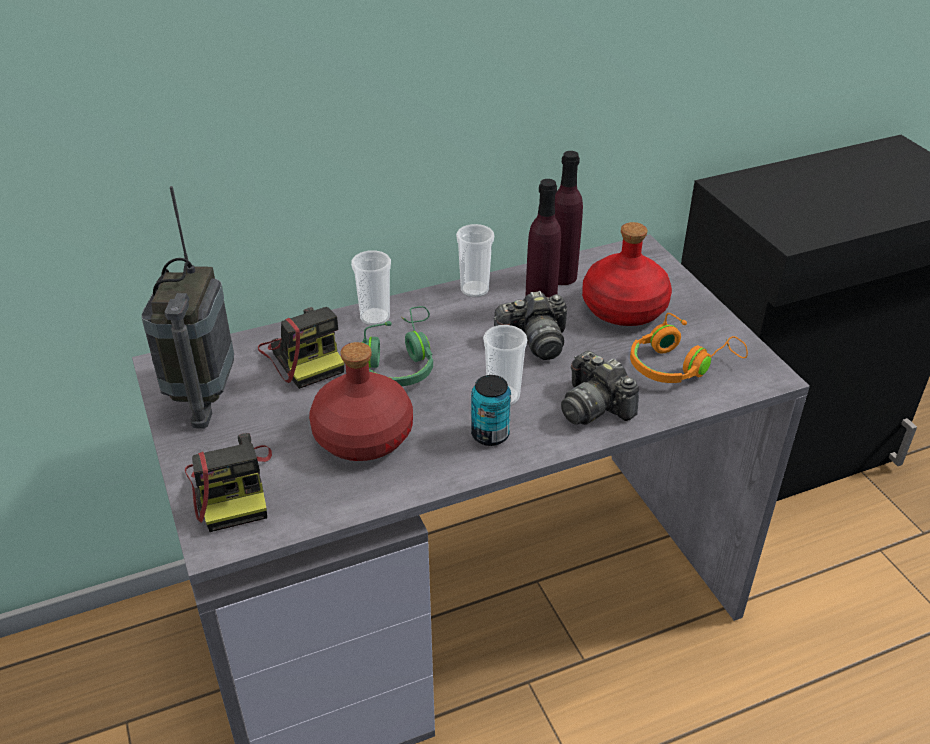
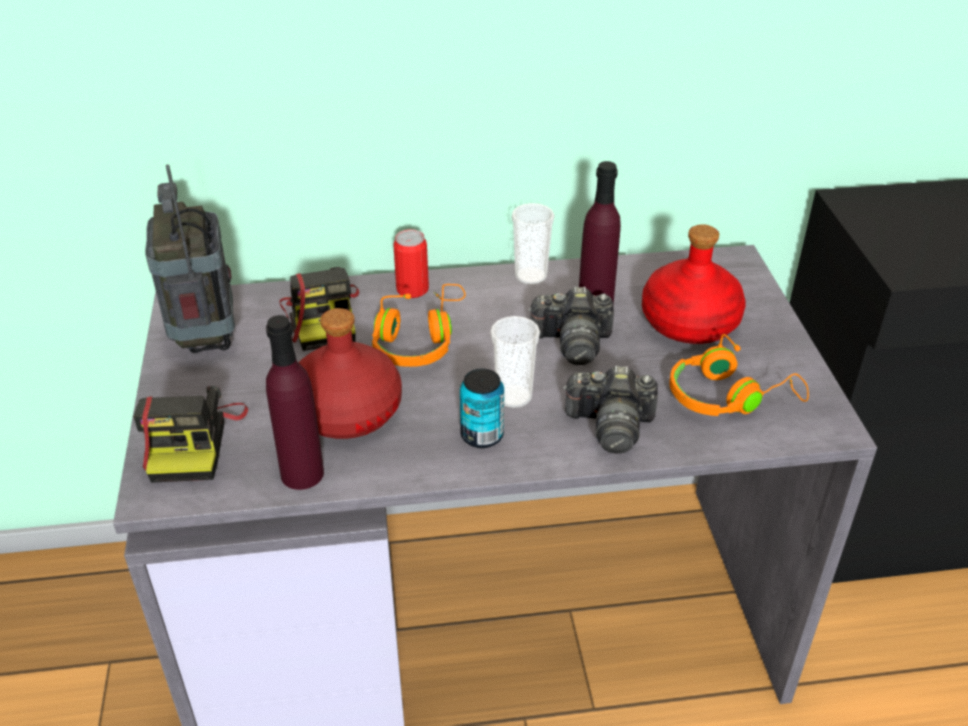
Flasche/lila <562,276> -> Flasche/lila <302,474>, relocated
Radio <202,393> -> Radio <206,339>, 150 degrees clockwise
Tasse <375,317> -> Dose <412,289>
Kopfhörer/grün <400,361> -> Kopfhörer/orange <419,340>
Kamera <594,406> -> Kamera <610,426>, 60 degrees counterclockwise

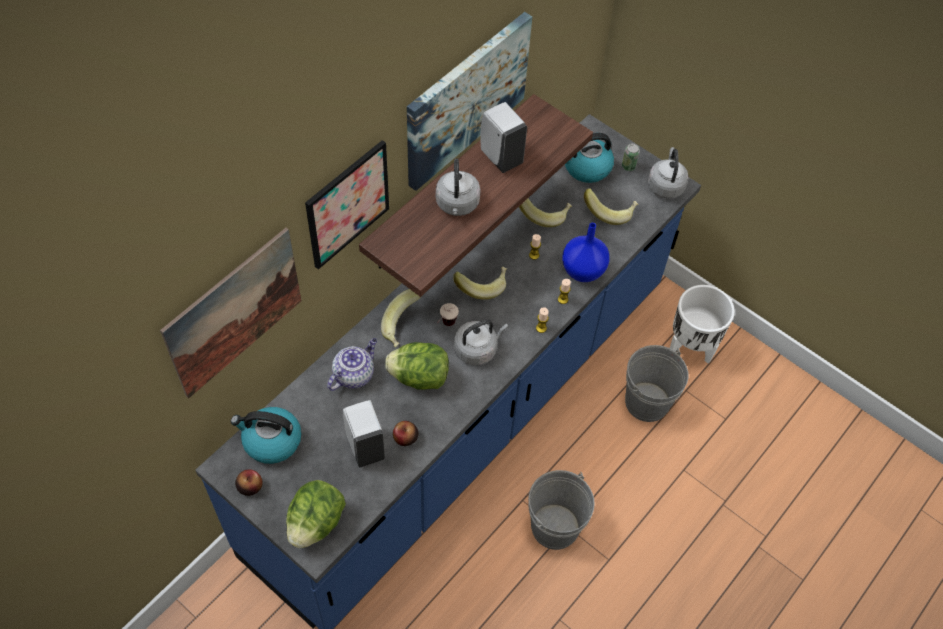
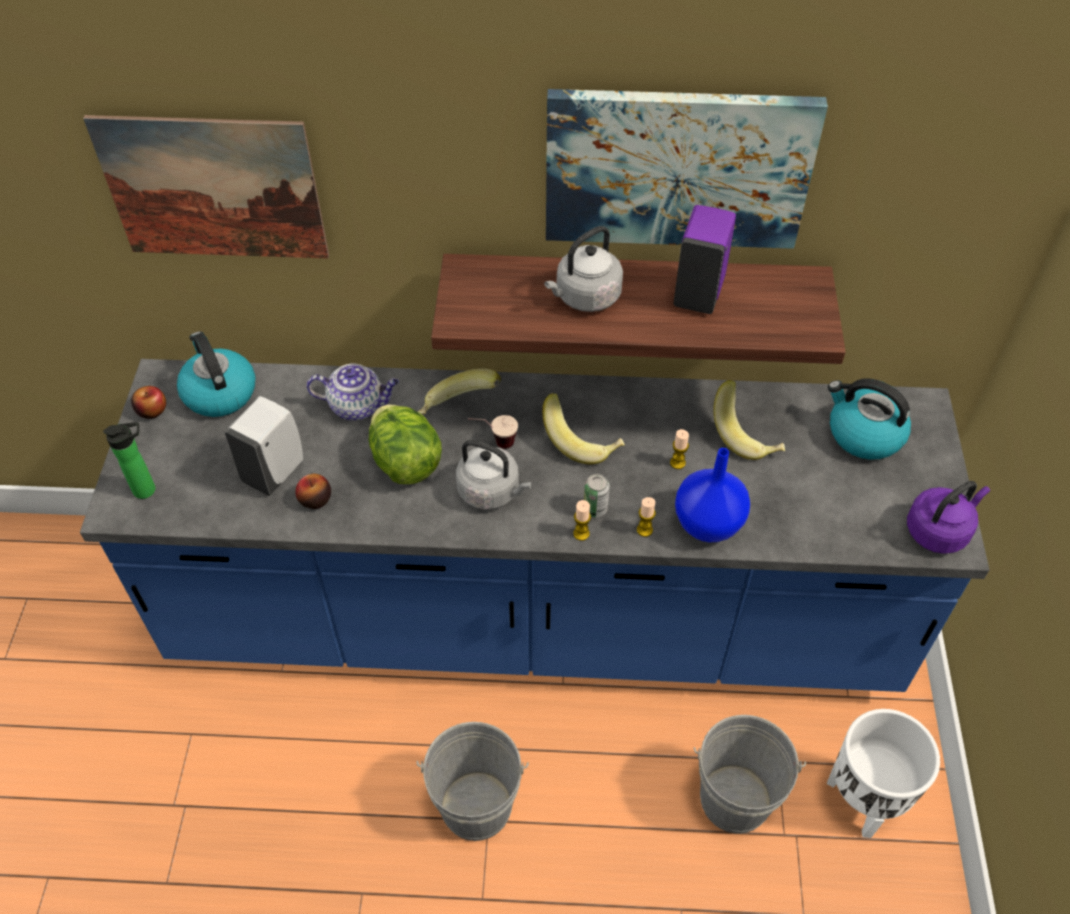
Seifenspender/weiß <500,157> -> Seifenspender/lila <699,292>
Bild <347,204> -> none
Dose <628,166> -> Dose <595,509>, relocated
Wasserkessel/grau <665,185> -> Wasserkessel/lila <939,530>
Banane <609,211> -> none
Salatkopf <316,522> -> Flasche <148,489>

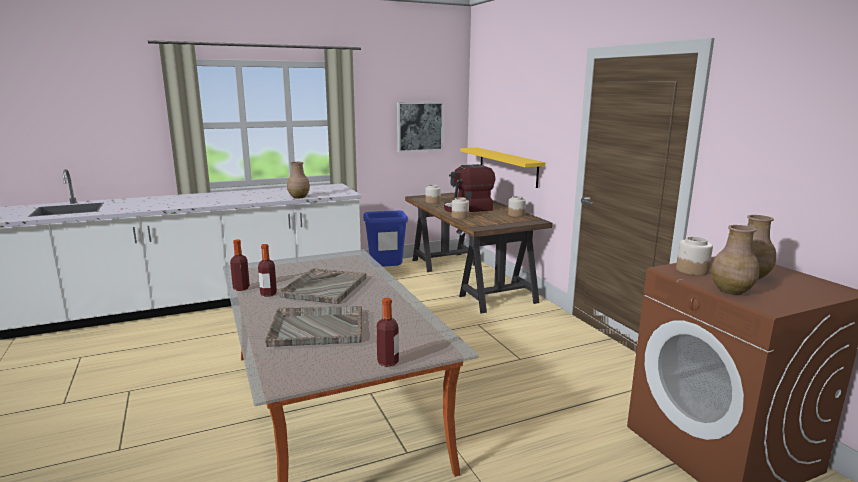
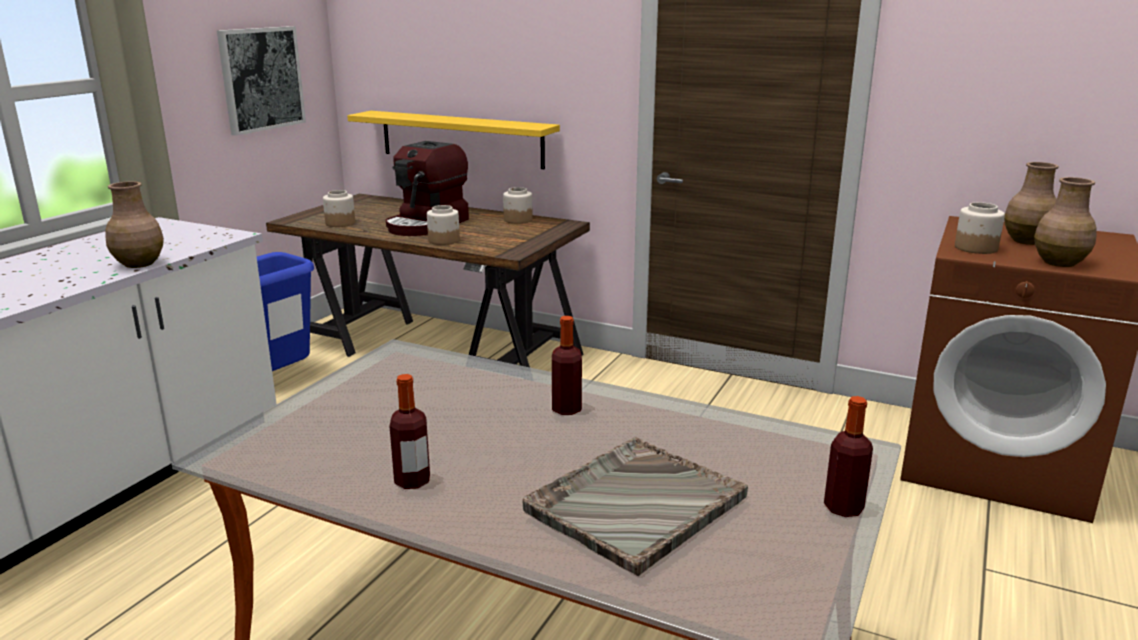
Flasche <241,288> -> Flasche <566,409>, relocated
Tablett/grau <324,287> -> none

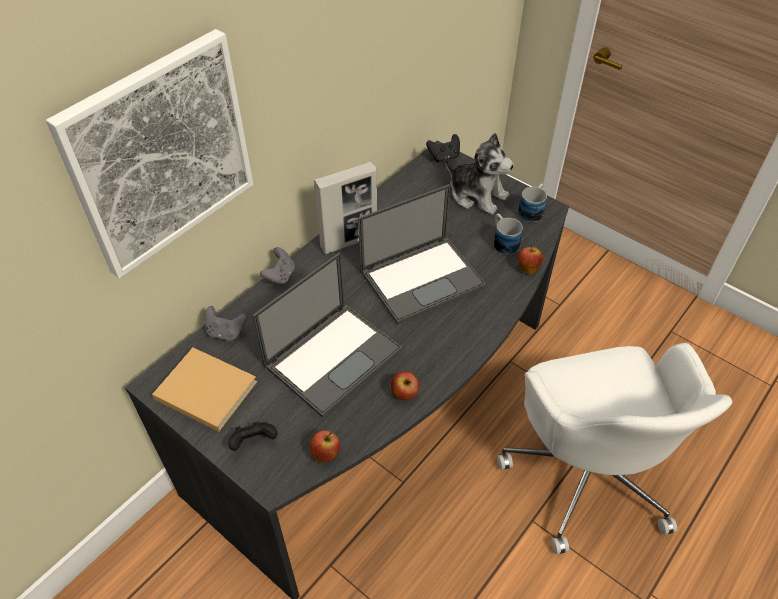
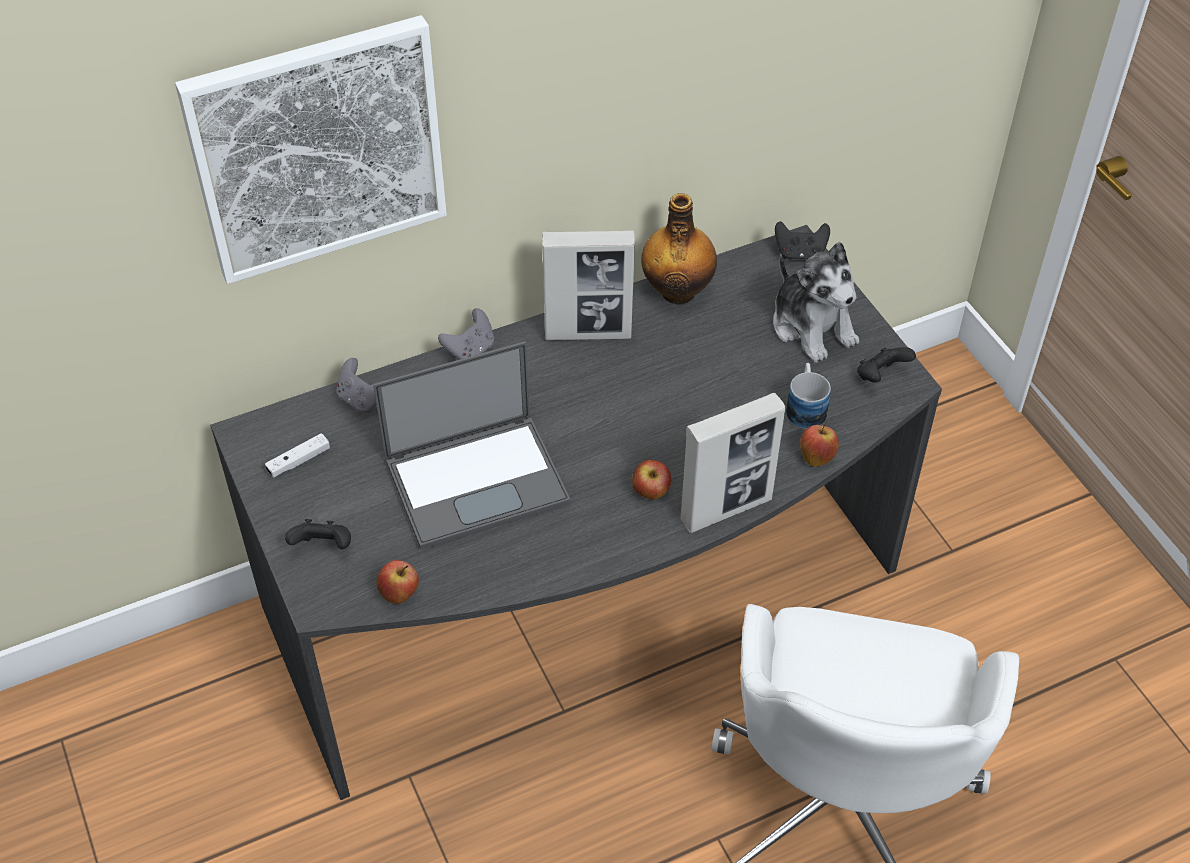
Henkelbecher <532,210> -> Gamepad/schwarz <880,376>
Laptop <423,278> -> none
Buch/beige <204,389> -> Gamepad/weiß <299,461>
Apfel <404,394> -> Apfel <651,493>, relocated
none -> Flasche <678,291>
none -> Bilderrahmen <726,509>

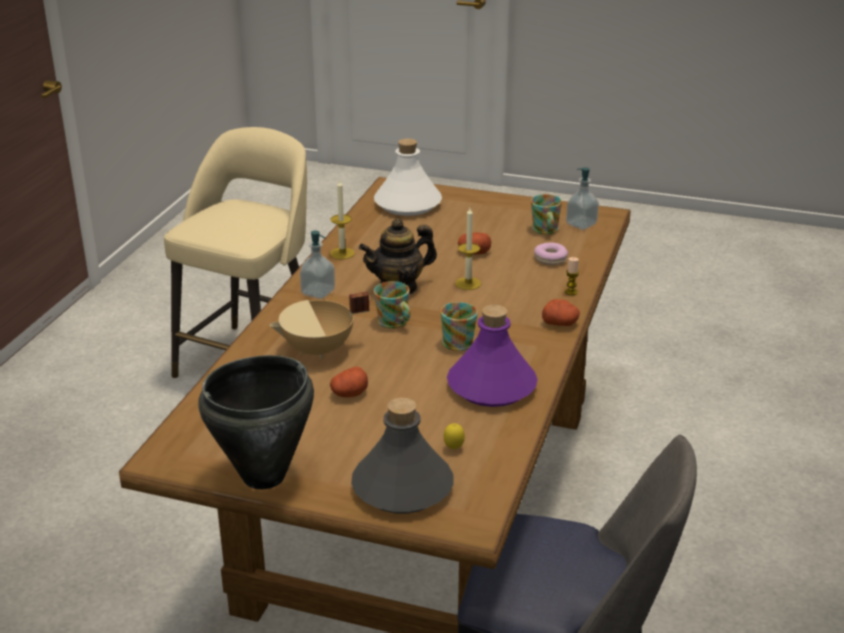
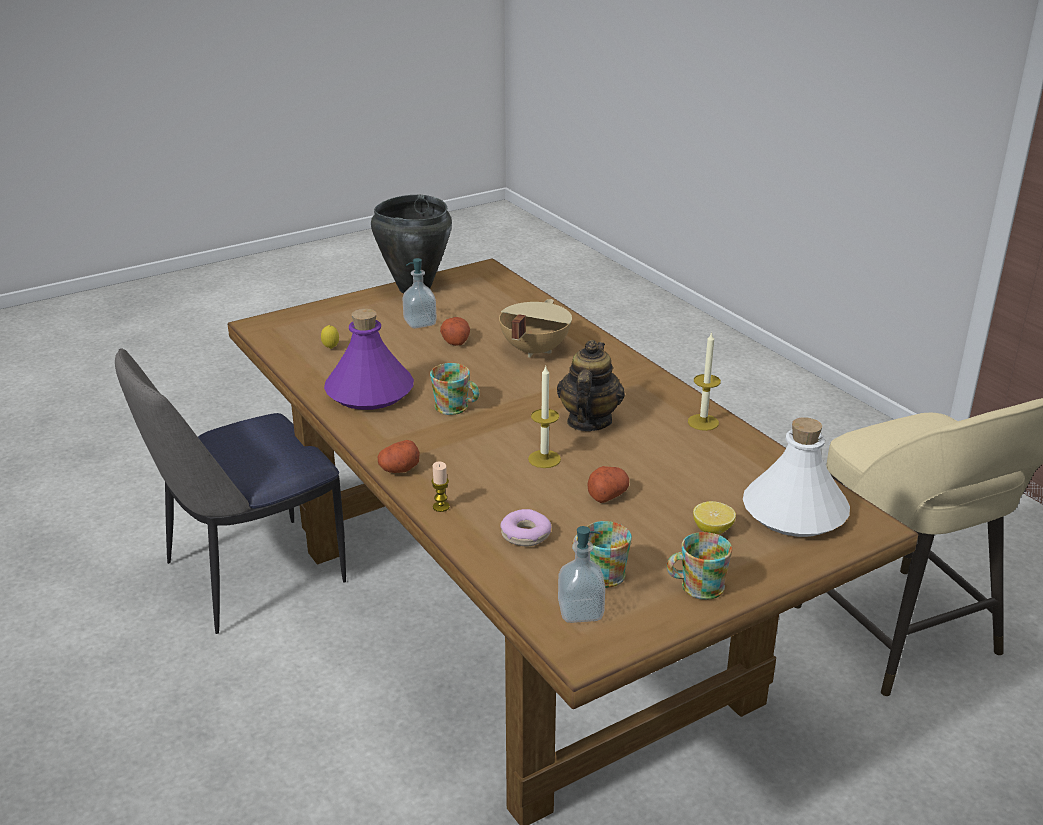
Seifenspender <318,292> -> Seifenspender <420,322>, relocated
Henkelbecher <394,323> -> Henkelbecher <696,586>, relocated
Flasche/grau <403,487> -> none
none -> Zitrone <712,529>

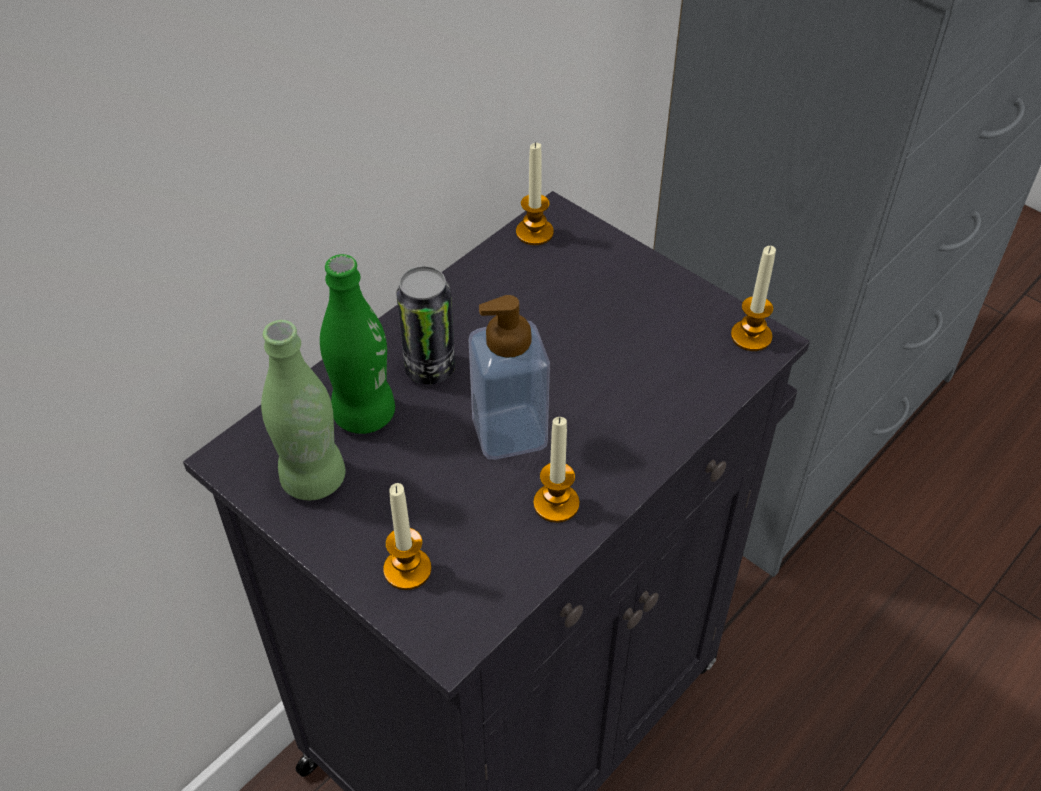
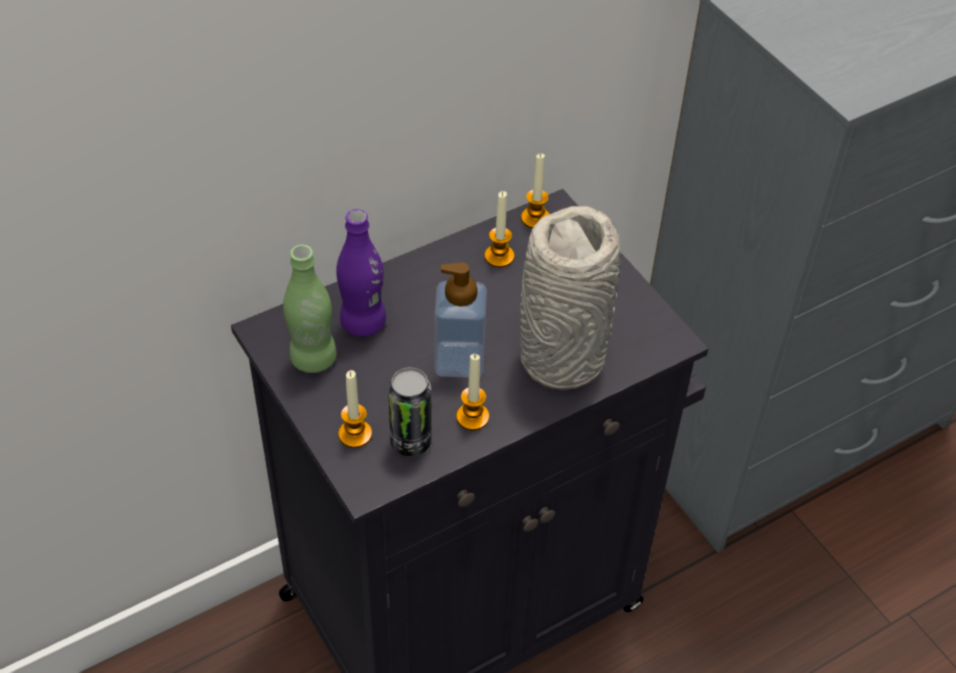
Kerze <751,336> -> Kerze <499,256>, relocated
Flasche/grün <364,414> -> Flasche/lila <363,323>
Dose <430,368> -> Dose <410,441>, relocated
none -> Vase/grau <561,358>

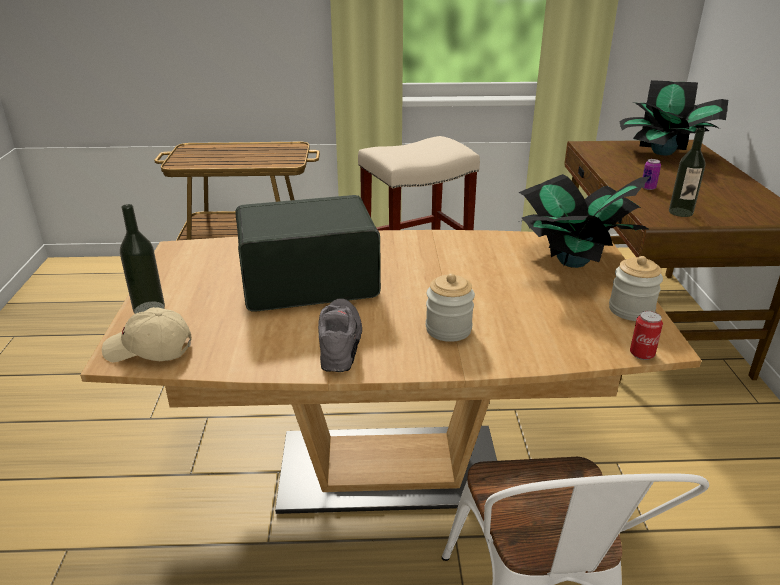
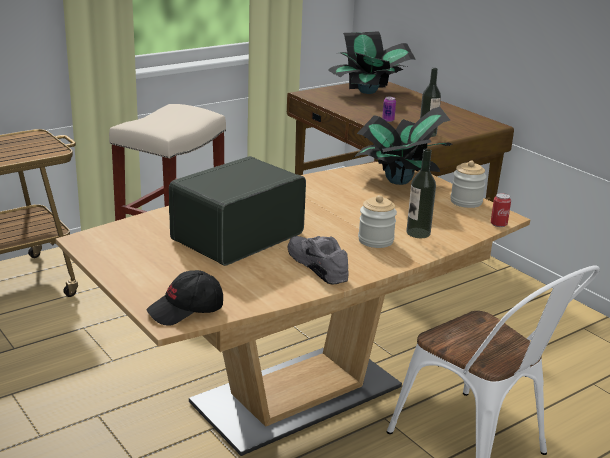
Flasche <149,309> -> Flasche <418,233>, relocated
Kappe/beige <148,350> -> Kappe/schwarz <186,310>

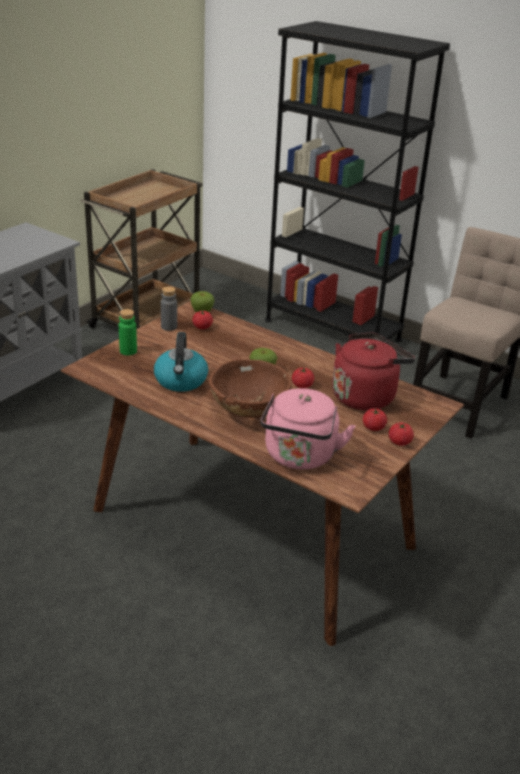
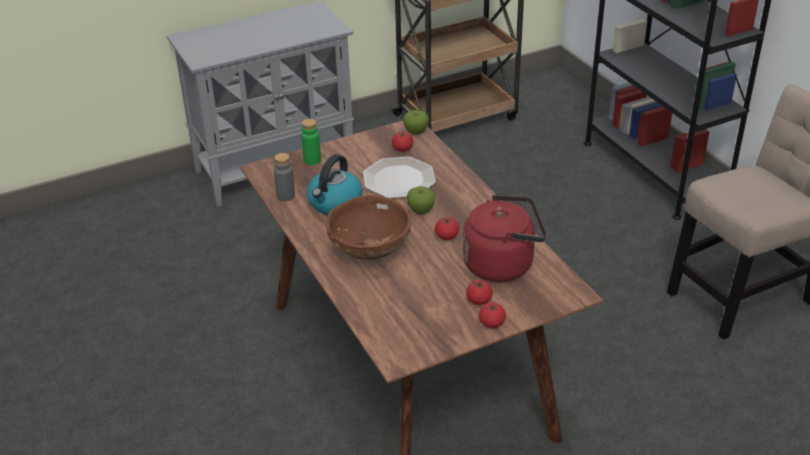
Flasche/grau <169,327> -> Flasche/grau <286,196>, relocated
Wasserkessel/rosa <299,457> -> none
none -> Teller <399,179>

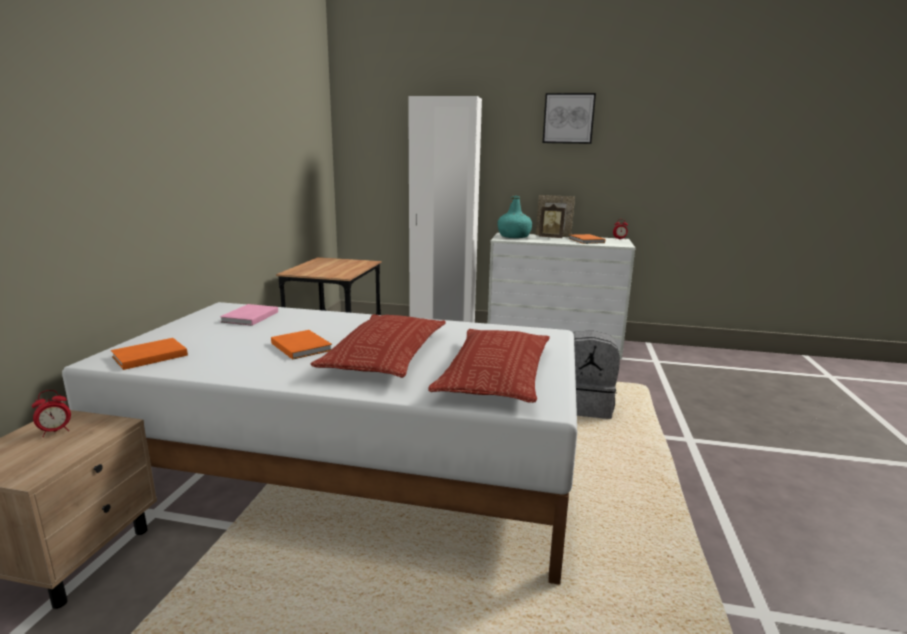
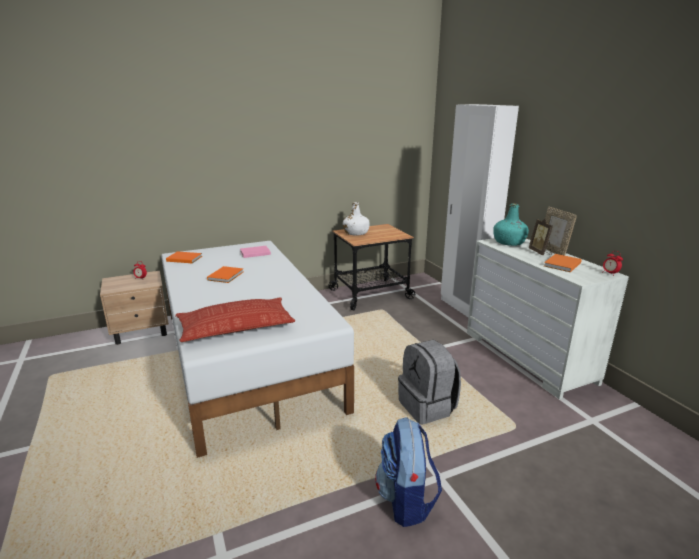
Bild <568,118> -> none
Kissen <386,354> -> none
none -> Flasche/weiß <356,233>
none -> Rucksack <406,500>

